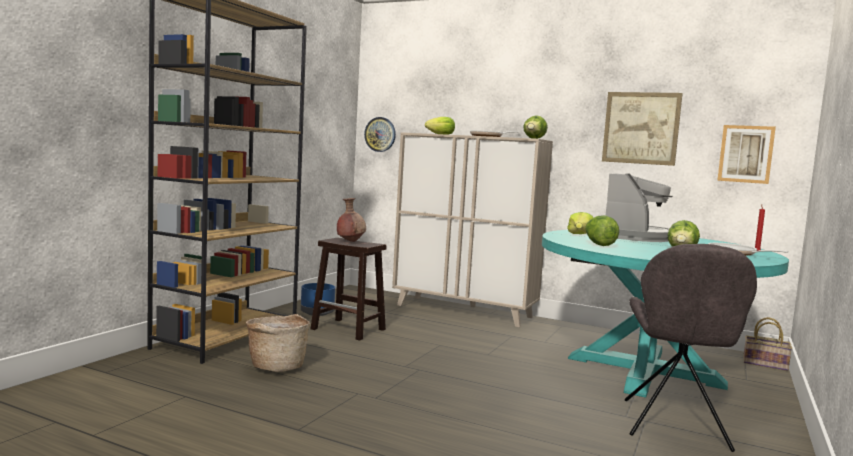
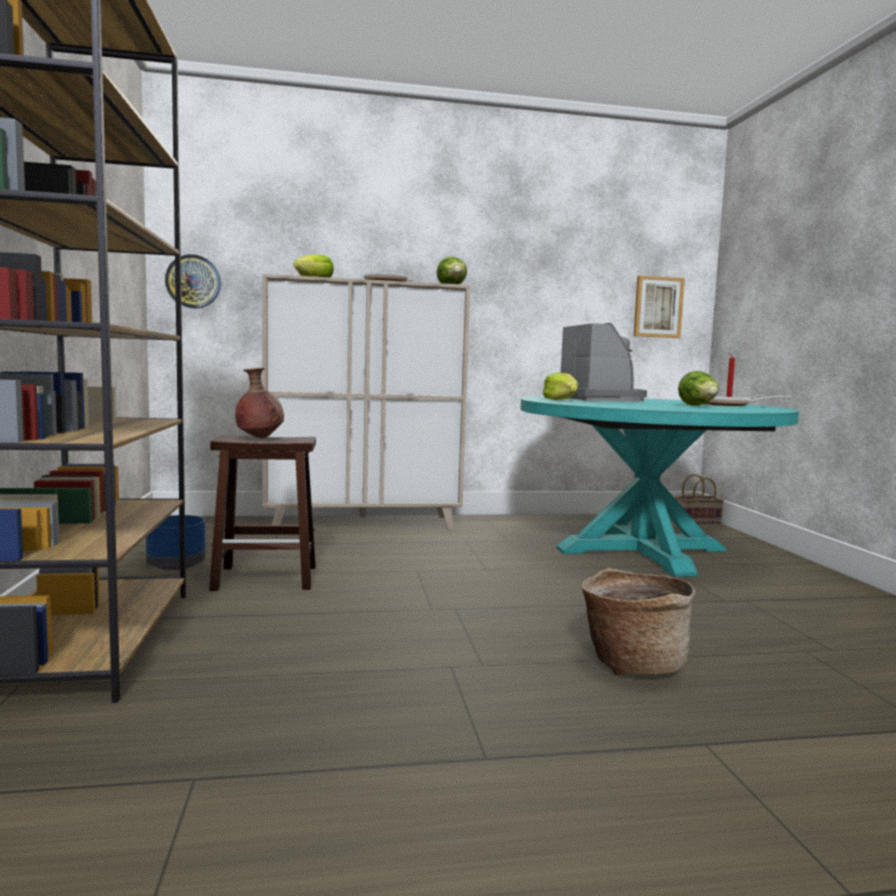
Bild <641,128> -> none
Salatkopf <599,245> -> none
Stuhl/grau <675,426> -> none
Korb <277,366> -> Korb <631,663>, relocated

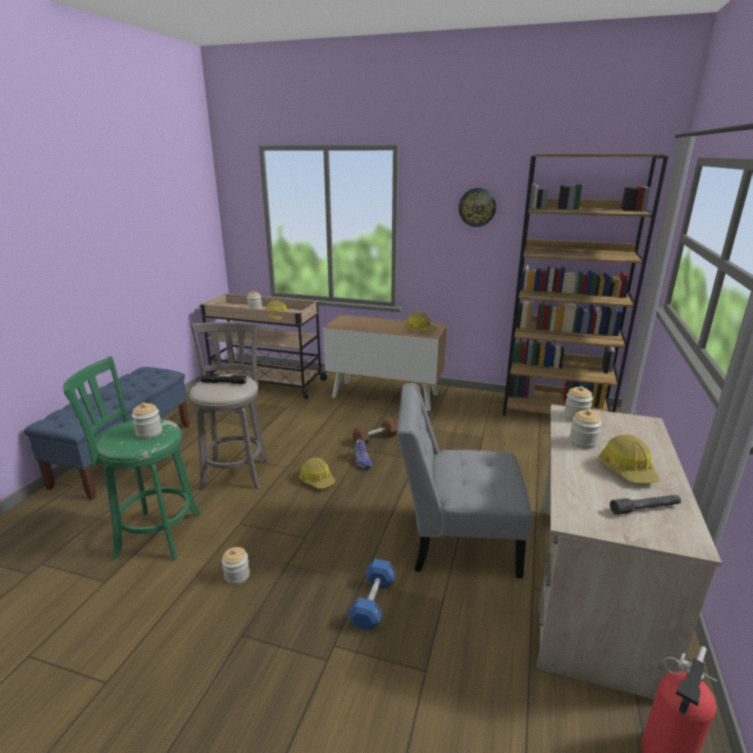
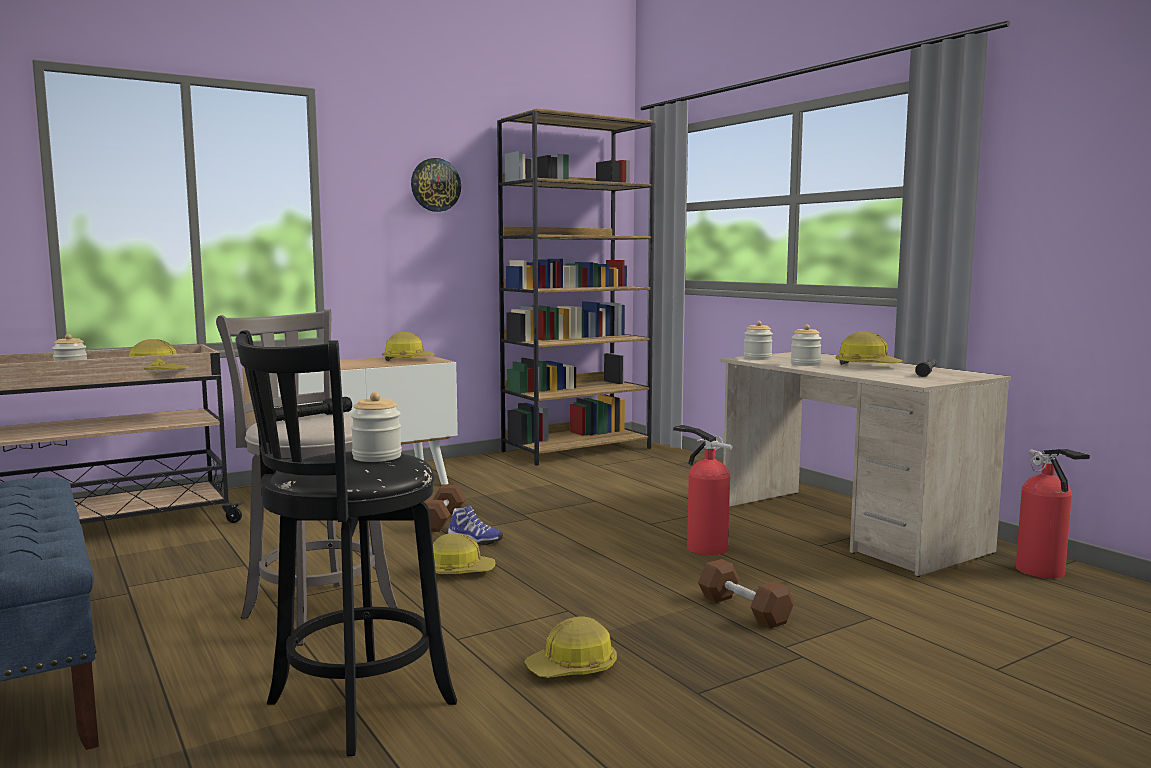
Hocker/grün <154,534> -> Hocker/schwarz <353,707>
Stuhl/grau <456,539> -> Feuerlöscher <703,547>
Vorratsglas <237,575> -> Schutzhelm <573,668>
Hantel/blau <373,602> -> Hantel/braun <744,610>

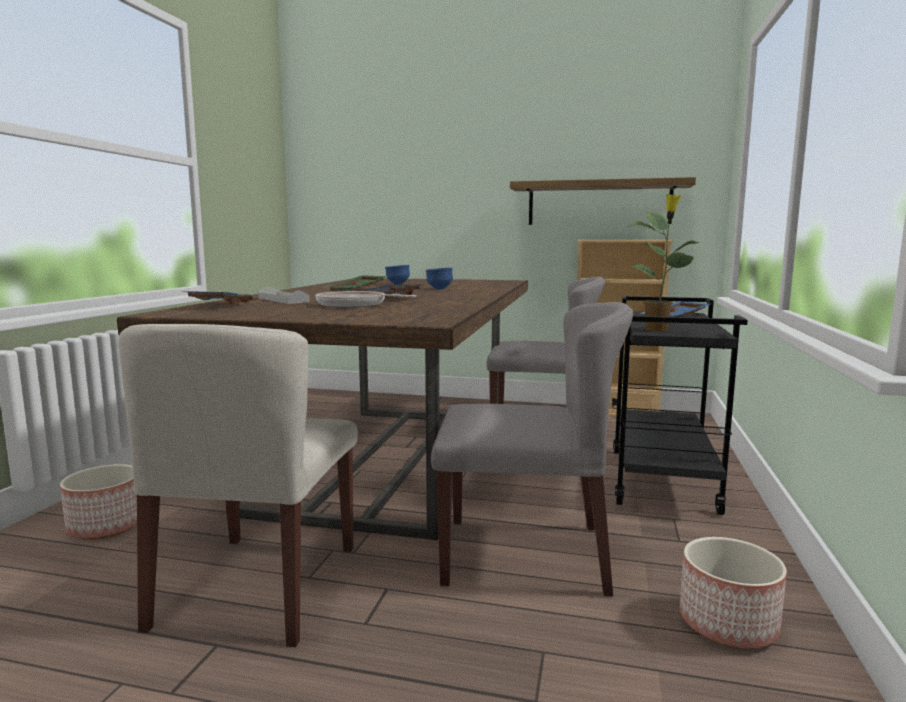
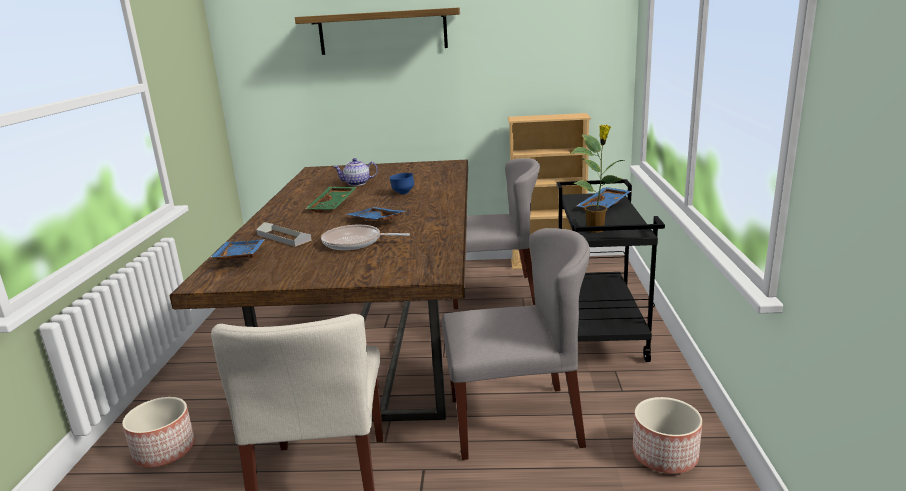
Wandregal <599,203> -> Wandregal <382,31>, relocated
Schüssel/blau <397,284> -> Teekanne <357,183>

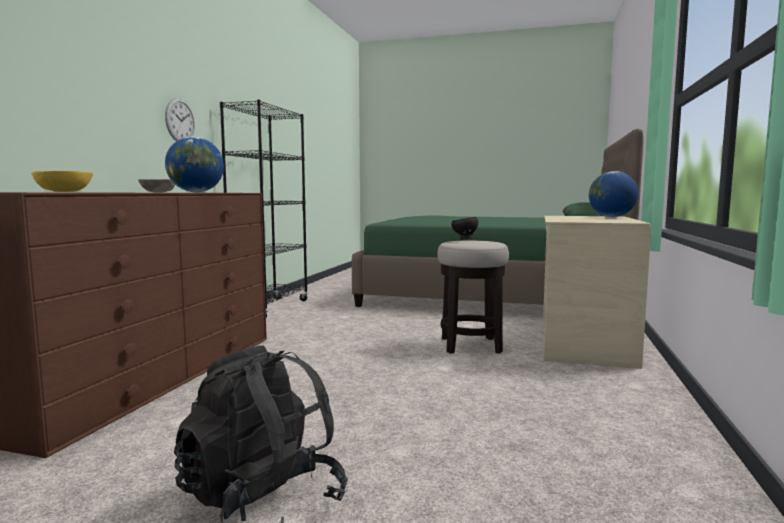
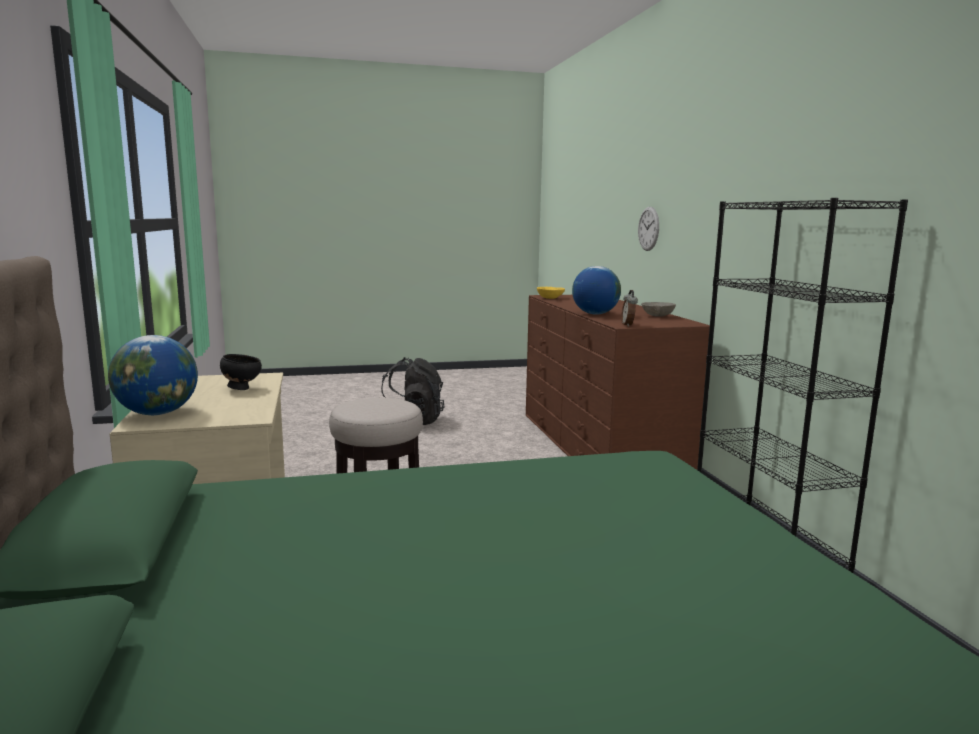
Wanduhr <180,120> -> Wanduhr <648,228>, relocated
Schüssel/schwarz <464,240> -> Schüssel/schwarz <242,388>, relocated
none -> Wecker <628,325>

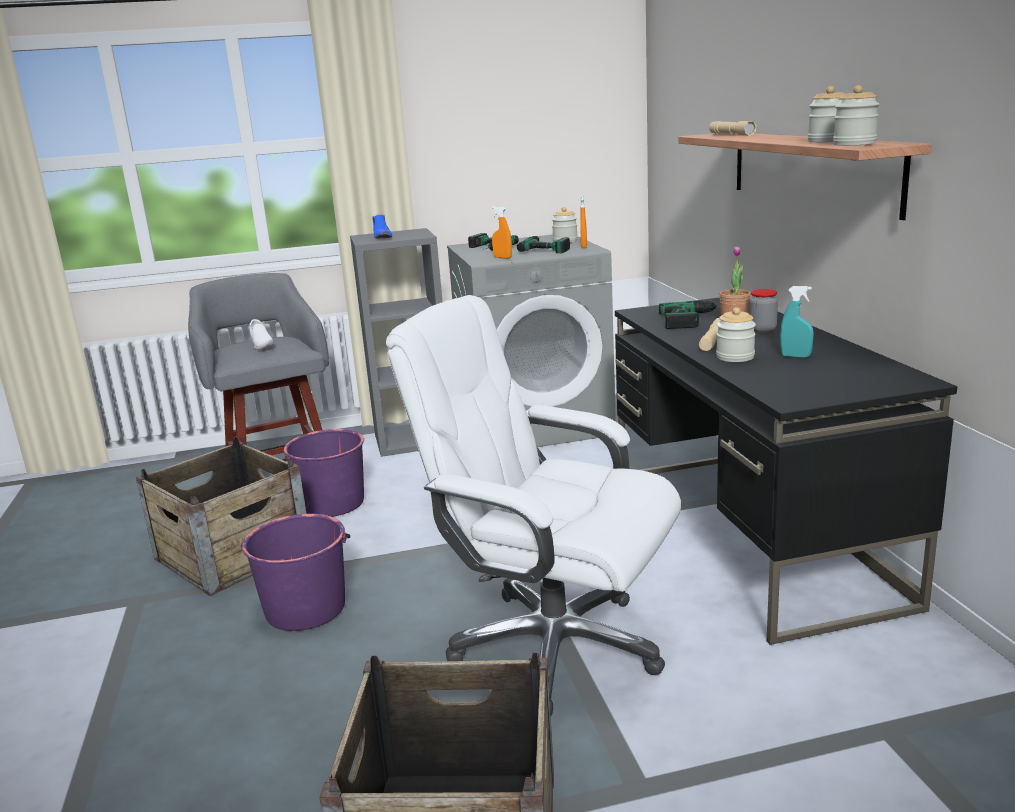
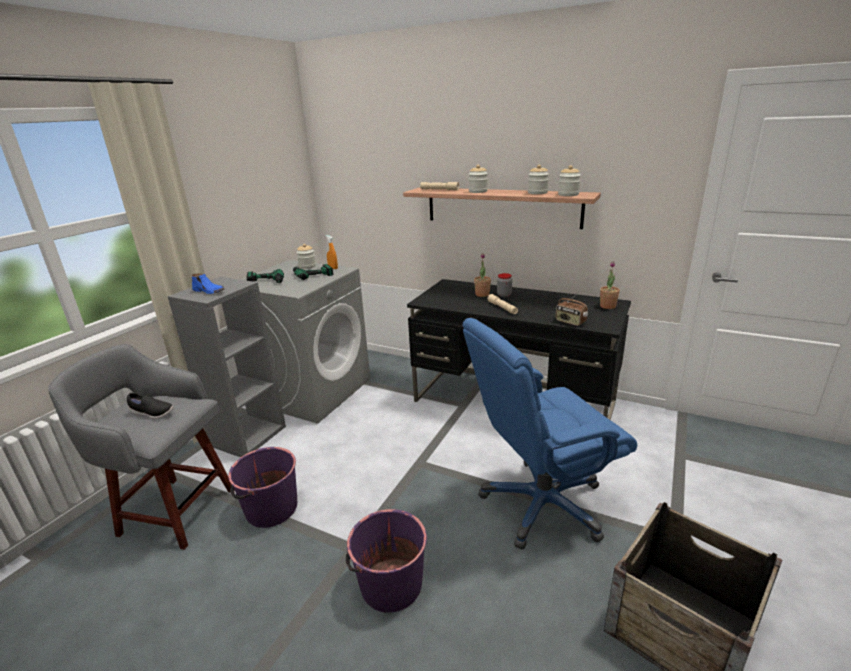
Sprühflasche/orange <502,257> -> none
Sprühflasche/türkis <795,356> -> none
Bürostuhl/weiß <553,646> -> Bürostuhl/blau <542,505>
Bohrmaschine <697,319> -> none
Vorratsglas <735,357> -> Vorratsglas <478,191>, relocated
Schuh/weiß <261,345> -> Schuh/schwarz <152,413>
Kiste <234,553> -> none
none -> Topfpflanze <607,306>
none -> Radio <570,322>

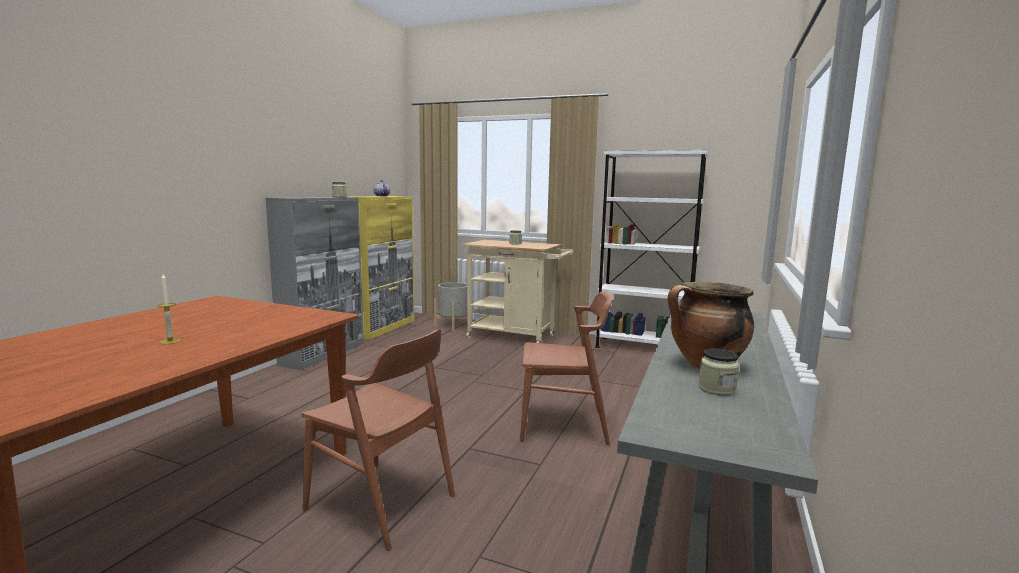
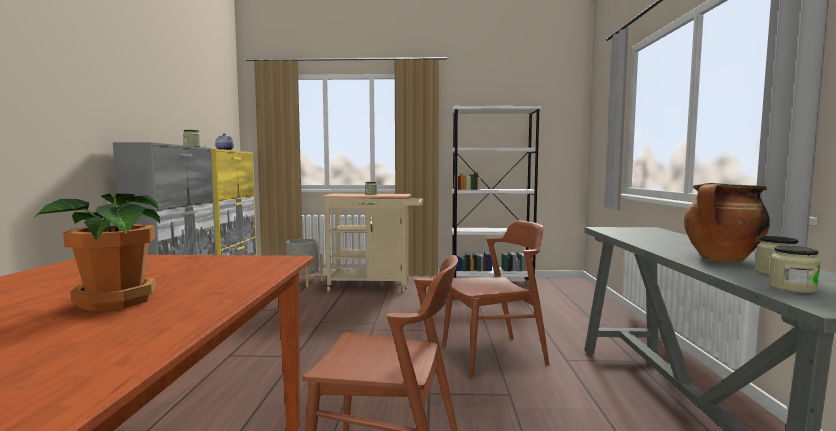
Kerze <170,341> -> Topfpflanze <114,302>
none -> Vorratsglas <792,288>

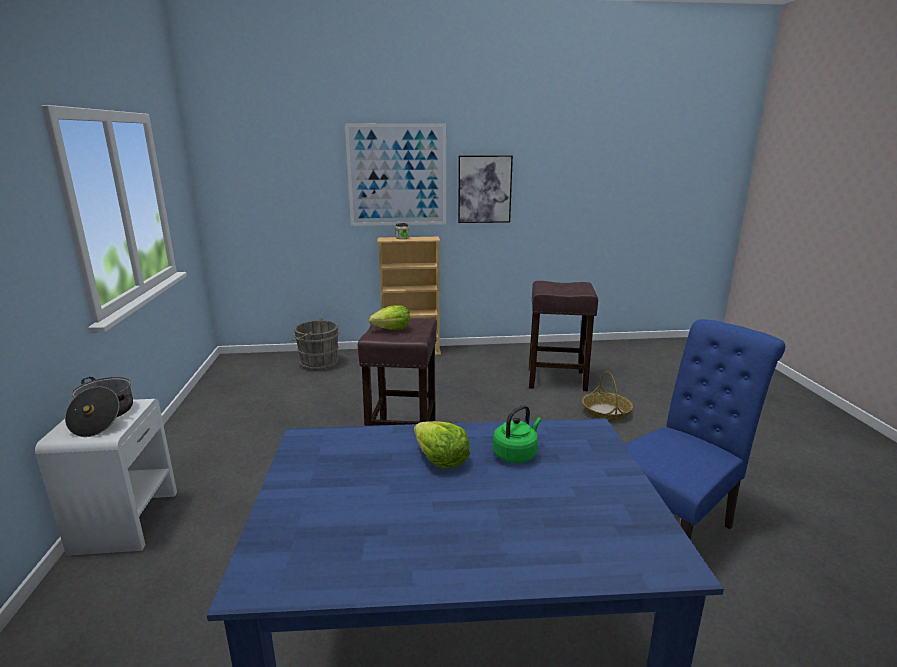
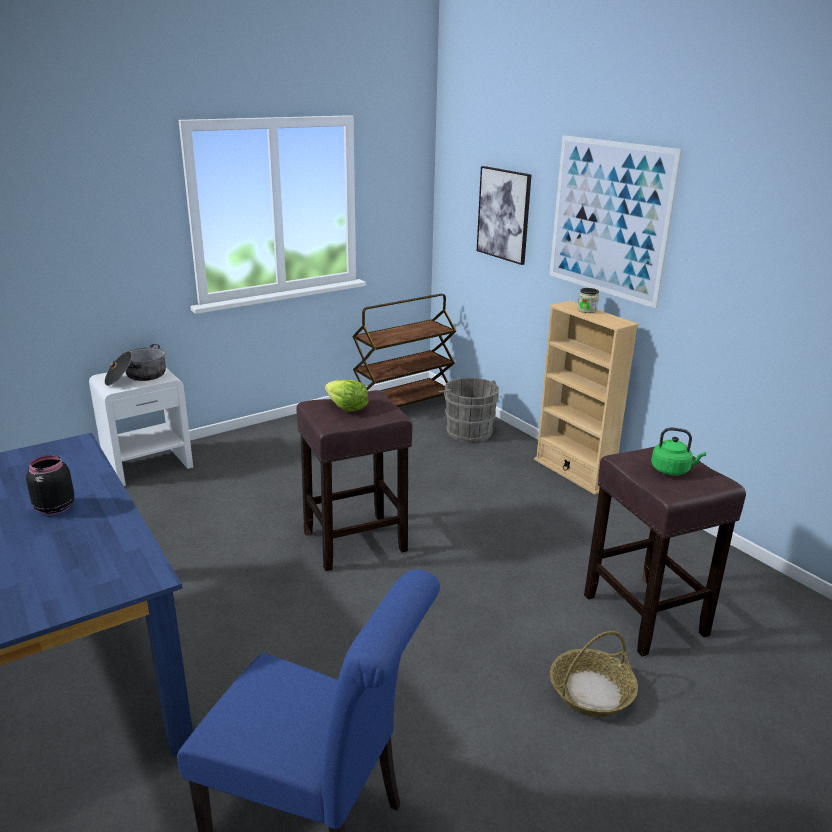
Bild <484,189> -> Bild <504,214>, relocated
Wasserkessel/grün <516,454> -> Wasserkessel/grün <672,470>, relocated
Salatkopf <440,459> -> Vorratsglas/schwarz <53,508>
none -> Rollwagen/braun <403,406>

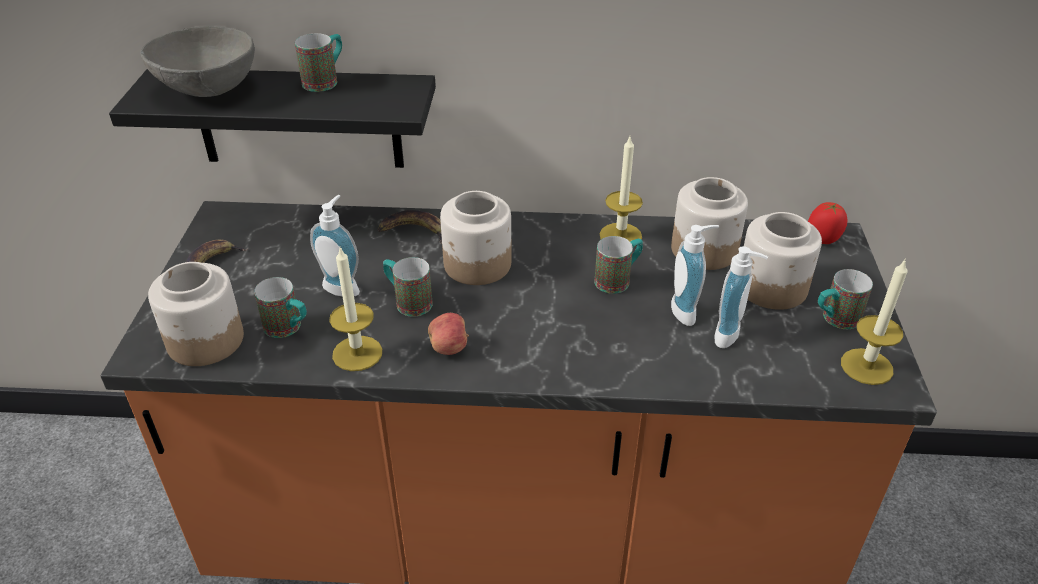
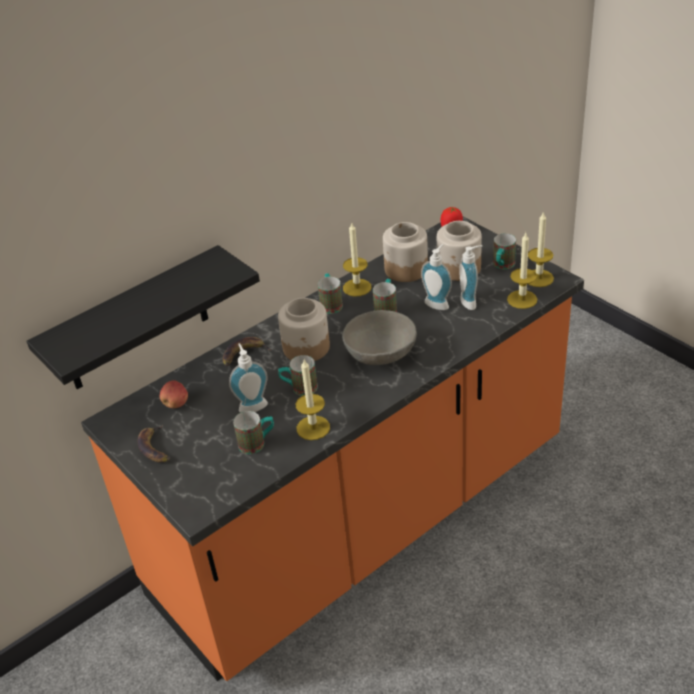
Schüssel/grau <209,89> -> Schüssel/grau <381,355>, relocated
Henkelbecher <325,80> -> Henkelbecher <330,303>, relocated
Vorratsglas <204,340> -> none
Apfel <449,348> -> Apfel <176,403>, relocated
none -> Kerze <522,299>

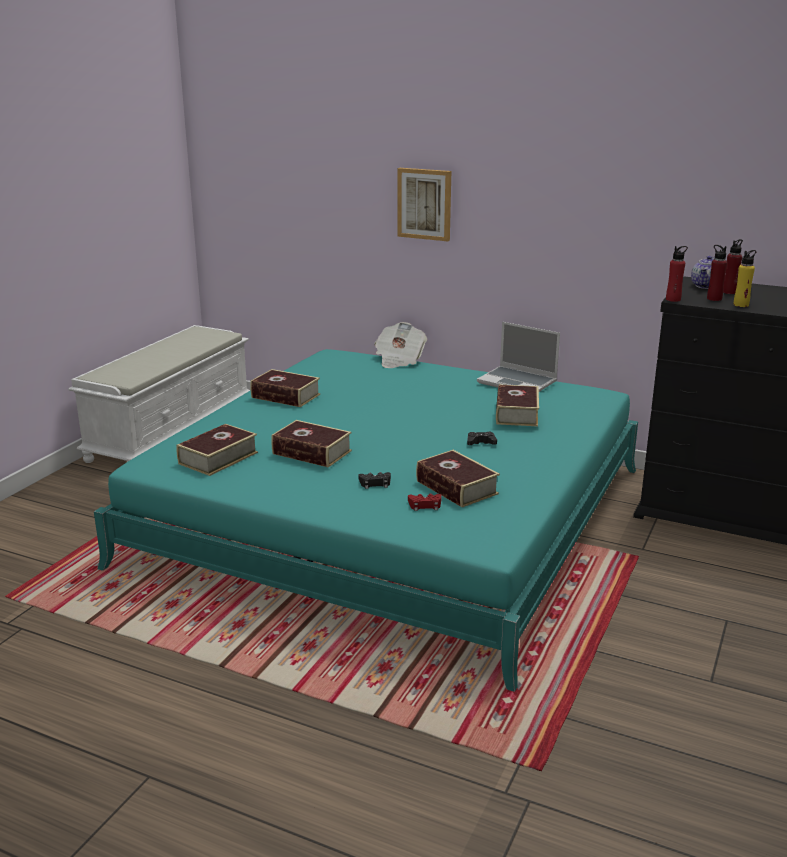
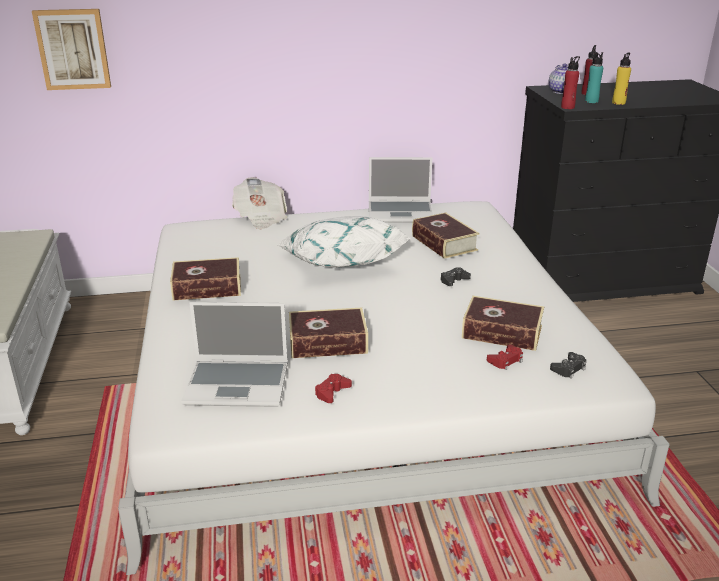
Bild <424,204> -> Bild <73,49>, relocated
Flasche/rot <714,299> -> Flasche/türkis <591,101>
Bett/türkis <392,516> -> Bett/weiß <359,378>
Buch <218,458> -> Laptop <239,384>
Gamepad/schwarz <375,483> -> Gamepad/schwarz <568,368>, relocated
none -> Kissen/weiß <340,263>
none -> Gamepad/rot <332,392>

